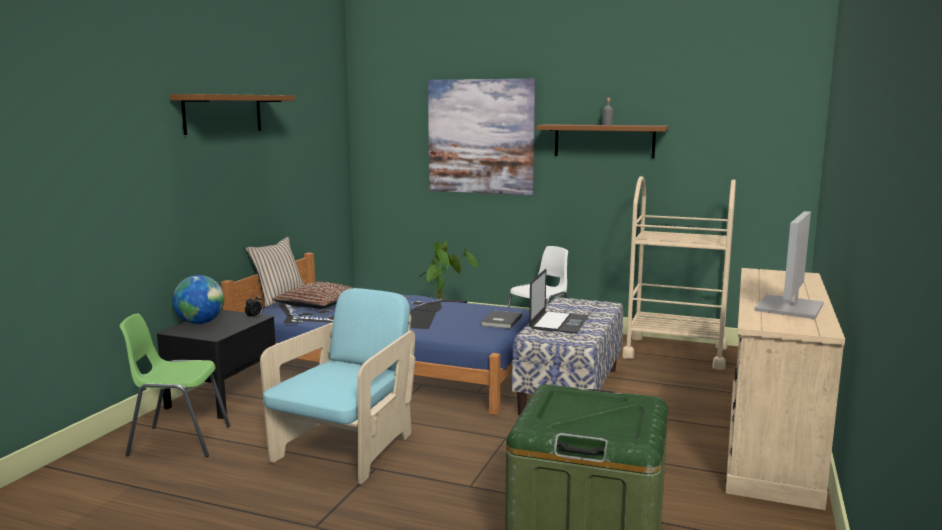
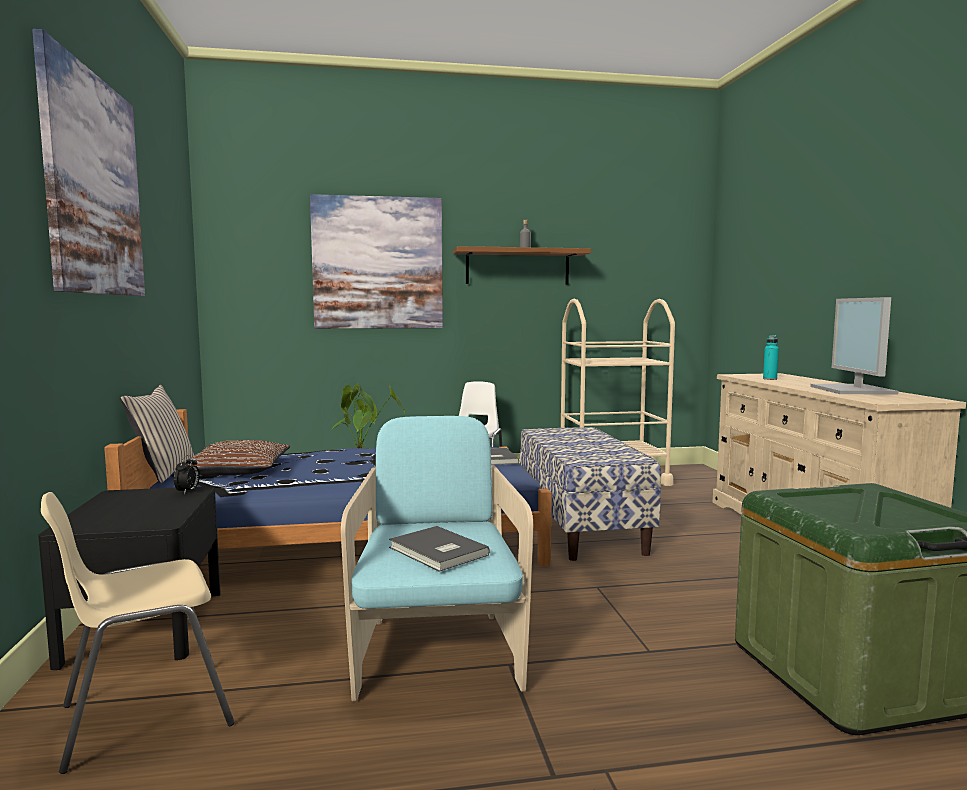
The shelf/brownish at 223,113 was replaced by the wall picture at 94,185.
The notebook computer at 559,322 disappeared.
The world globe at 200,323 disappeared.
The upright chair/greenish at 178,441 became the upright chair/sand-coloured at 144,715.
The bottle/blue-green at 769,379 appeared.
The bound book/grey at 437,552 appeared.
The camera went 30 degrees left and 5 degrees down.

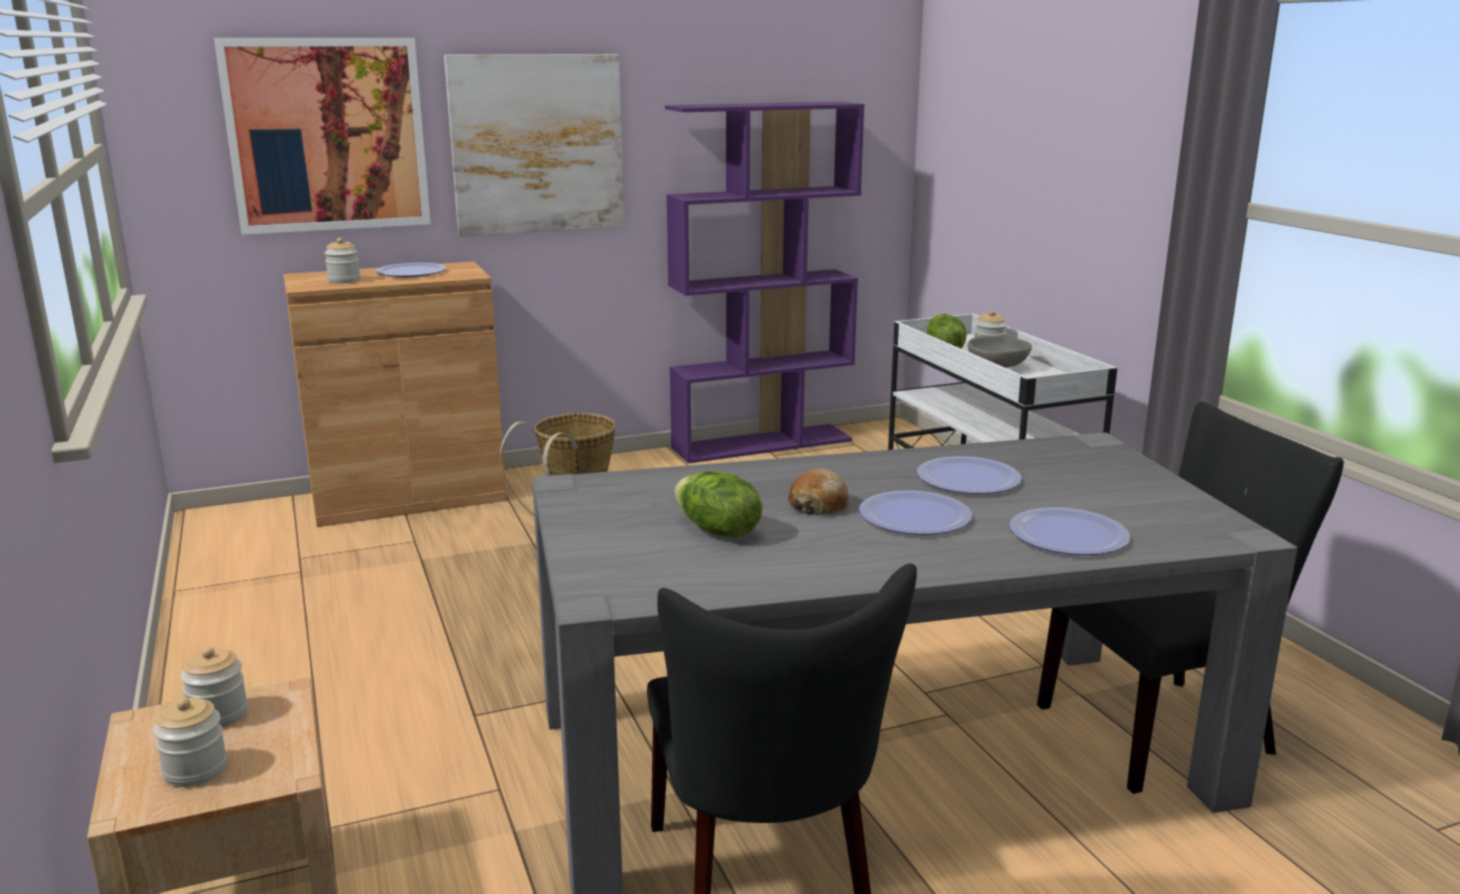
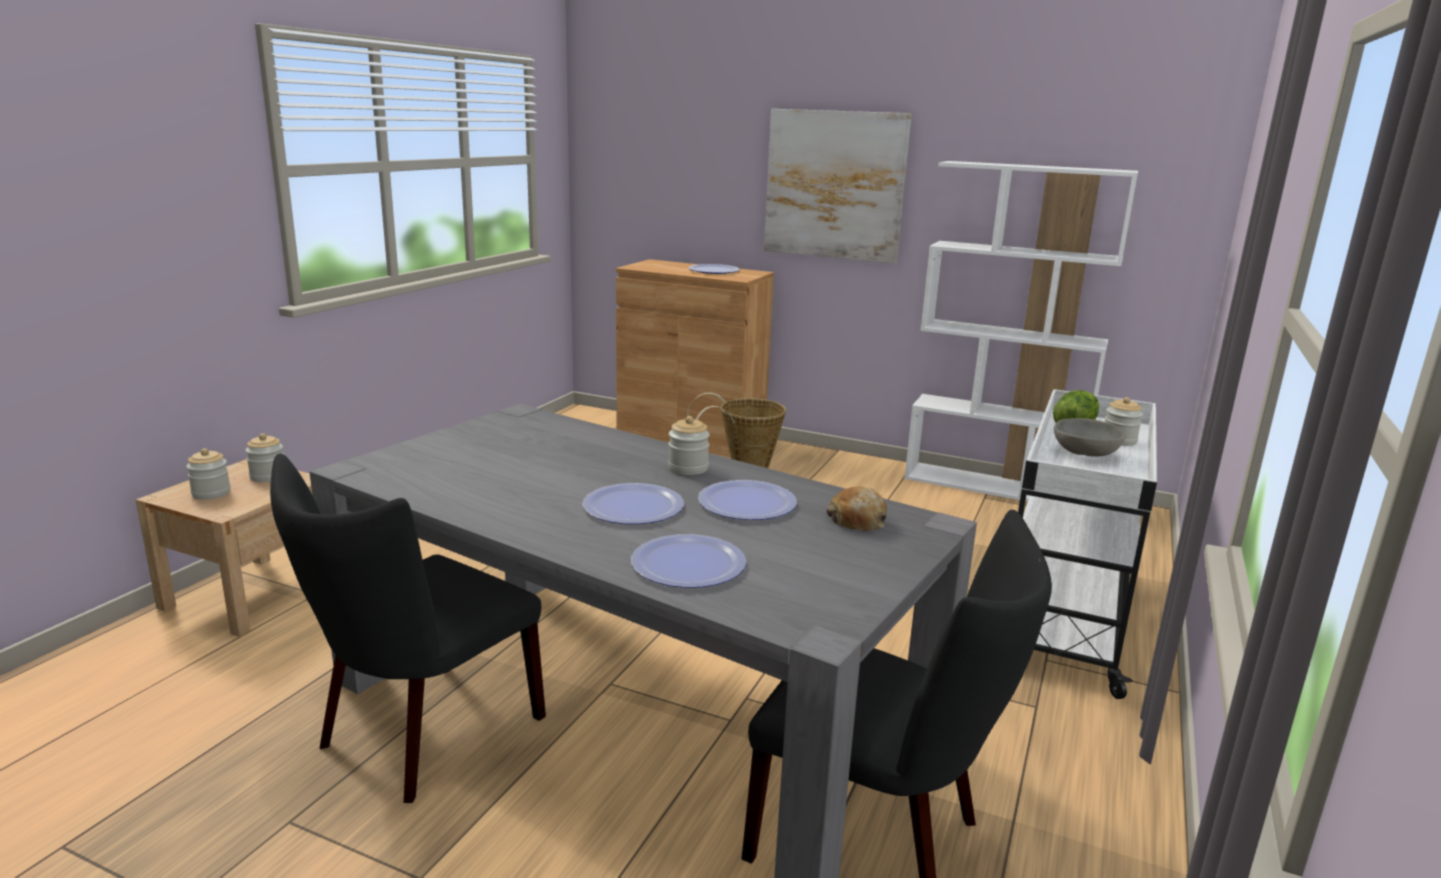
The wall picture at 327,135 disappeared.
The bookshelf/purple-coloured at 762,443 became the bookshelf/whitish at 992,486.
The storage jar moved from 344,280 to 688,468.
The bakery bread moved from 819,505 to 857,520.
The lettuce at 717,530 disappeared.
The camera went 45 degrees right and 0 degrees up.

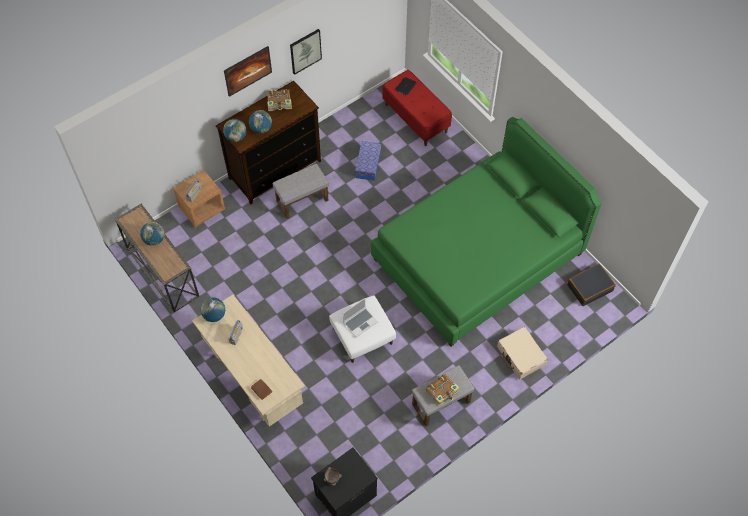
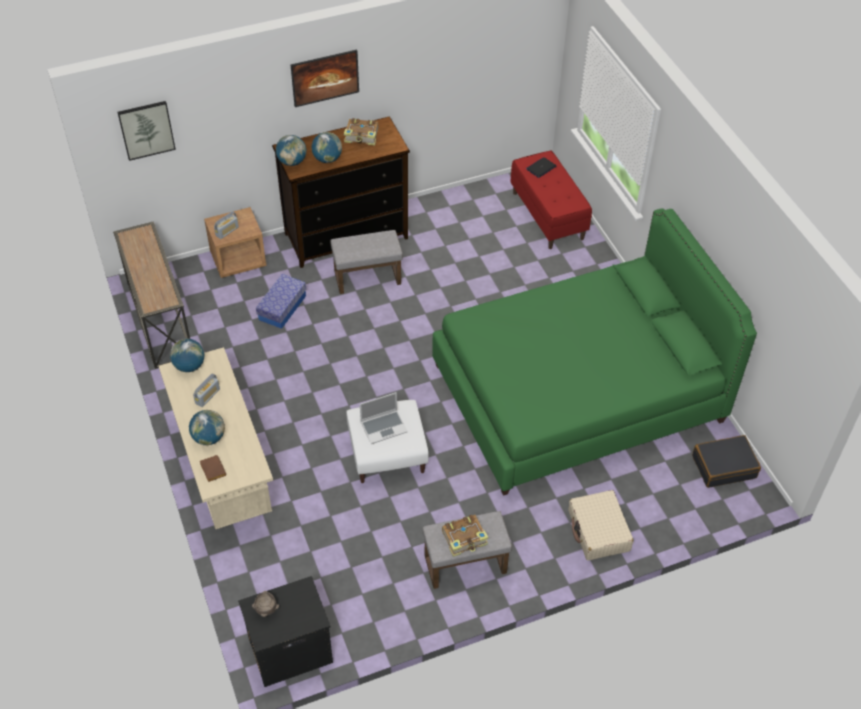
The wall picture moved from 305,51 to 146,129.
The storage container moved from 368,165 to 282,308.
The world globe moved from 154,240 to 209,438.
The camera went 15 degrees right and 10 degrees down.

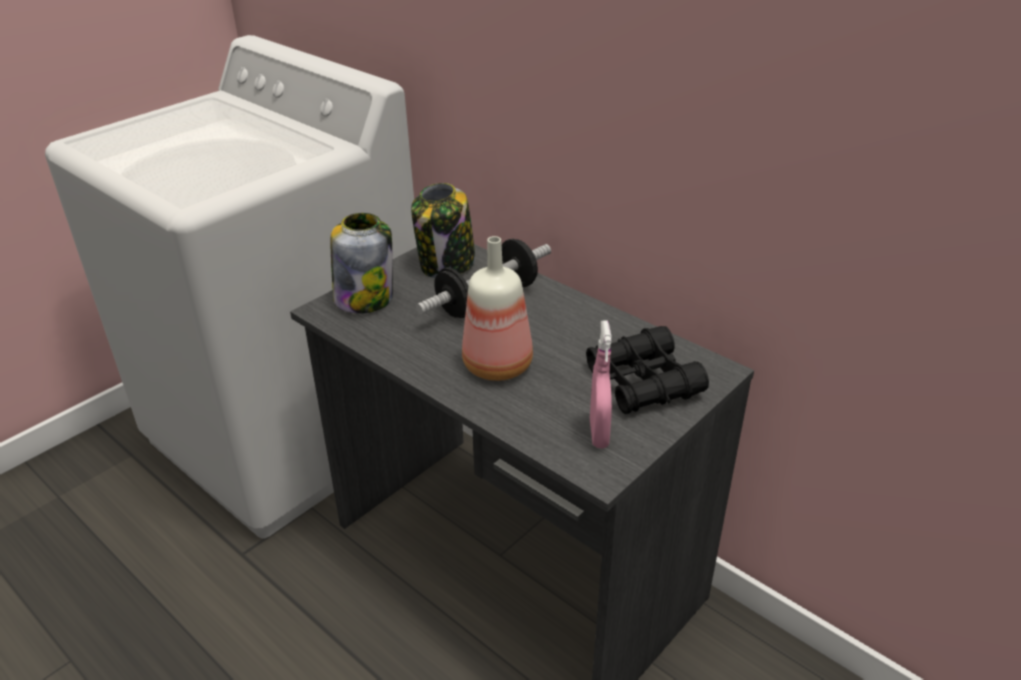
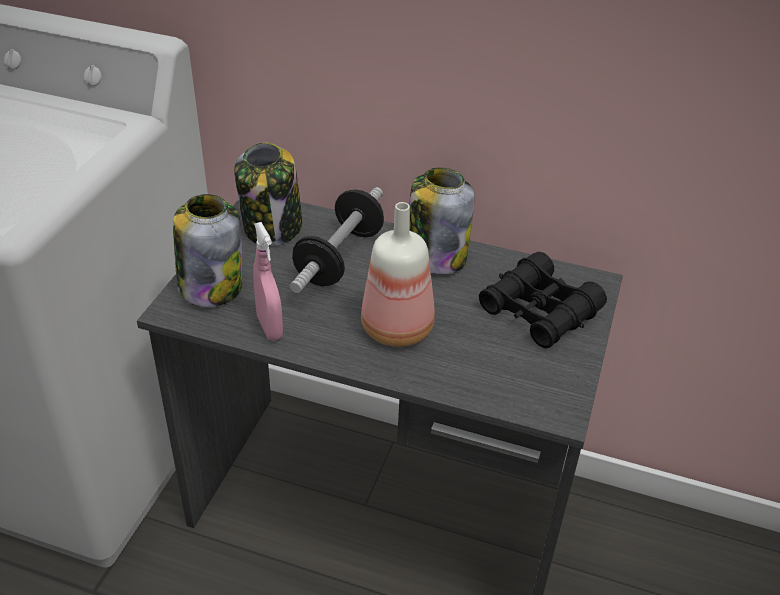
The spray bottle/pink-coloured moved from 599,434 to 269,327.
The storage jar at 435,256 appeared.
The camera went 25 degrees left and 5 degrees up.

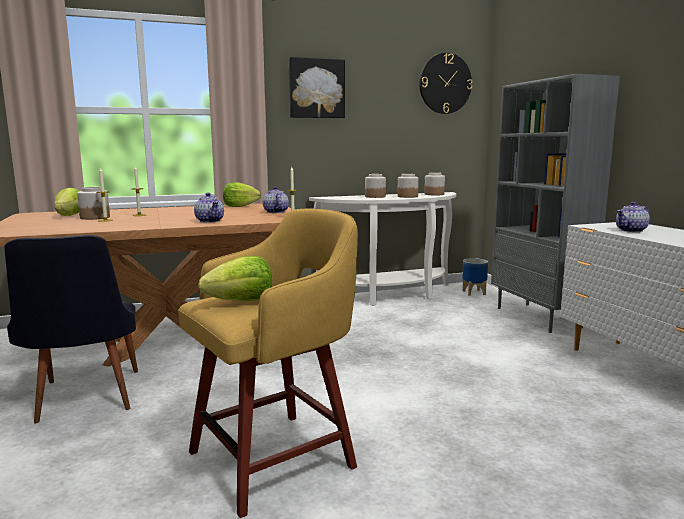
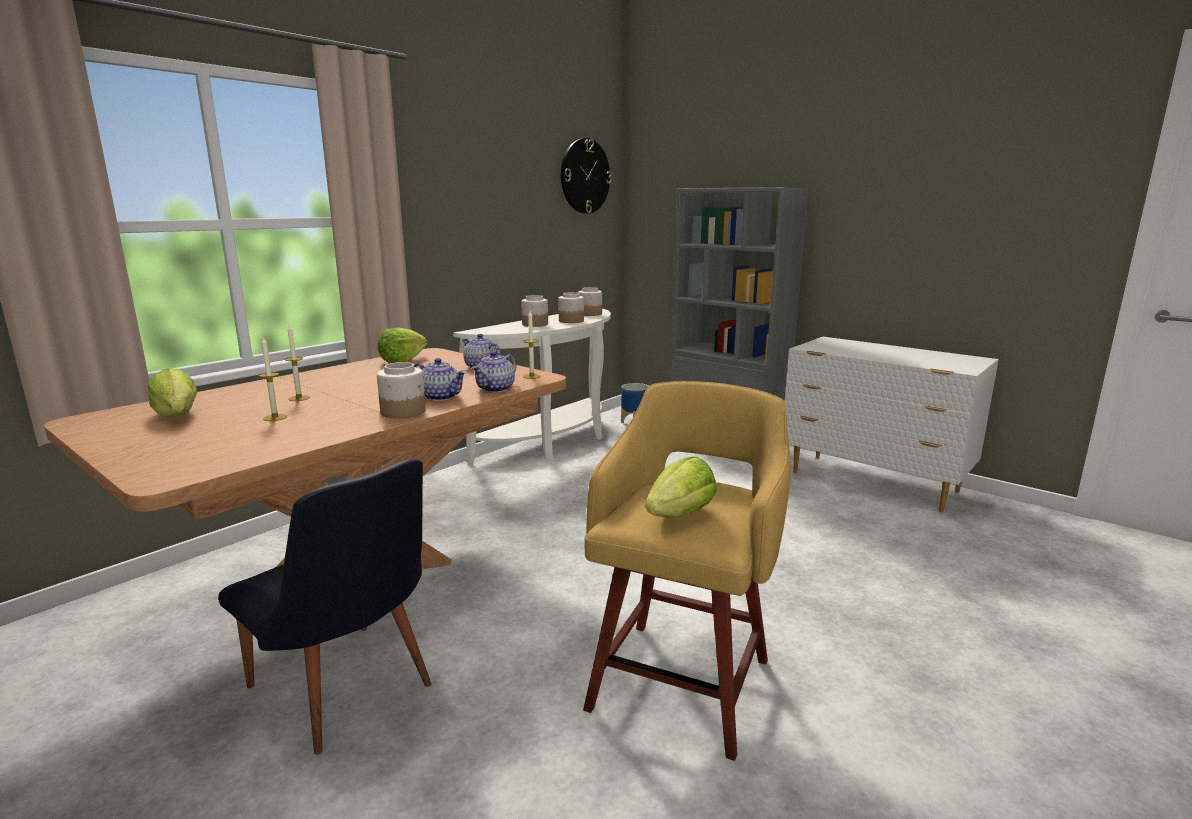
The wall picture at 316,88 disappeared.
The storage jar moved from 95,217 to 404,411.
The pot for tea moved from 631,230 to 496,389.
The camera went 30 degrees left and 5 degrees up.

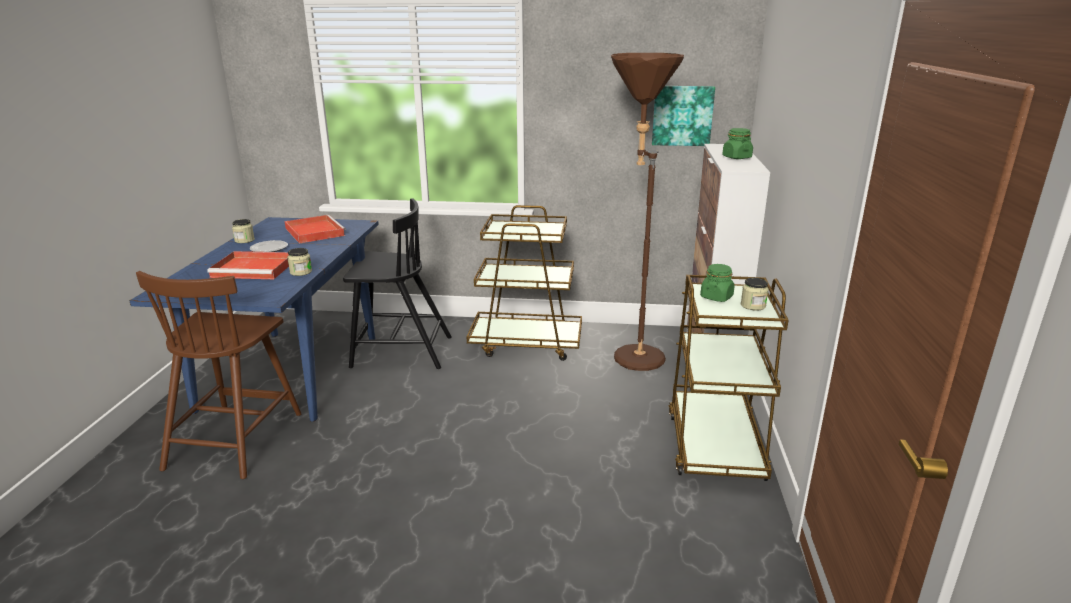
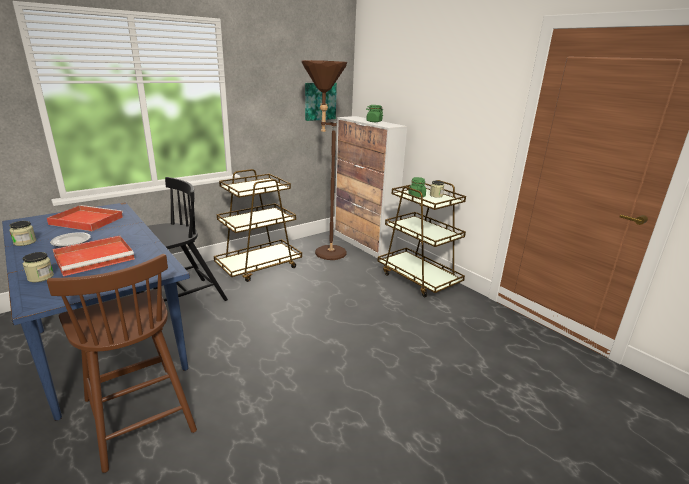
The storage jar moved from 301,272 to 40,277.
The camera went 45 degrees left and 0 degrees up.

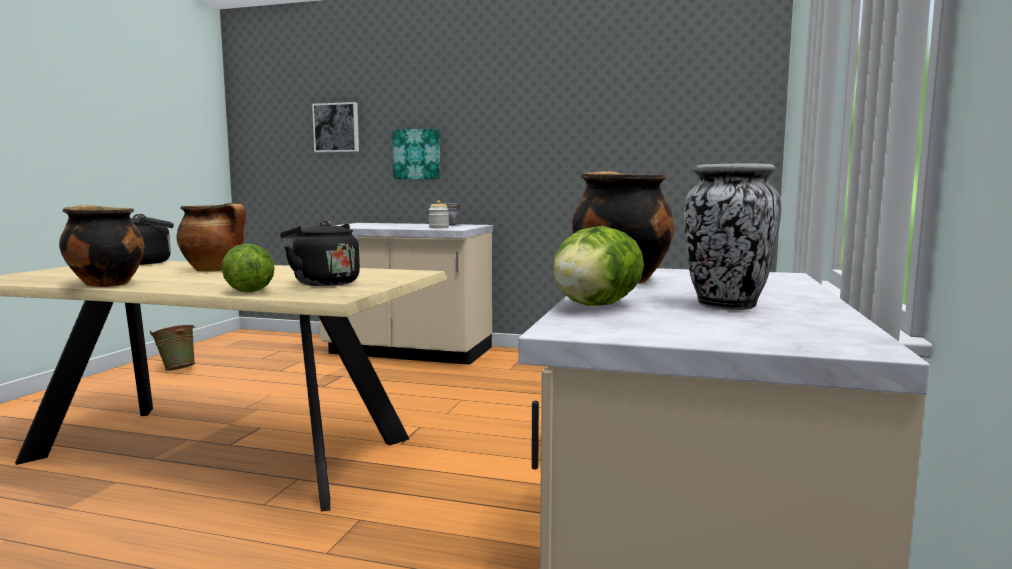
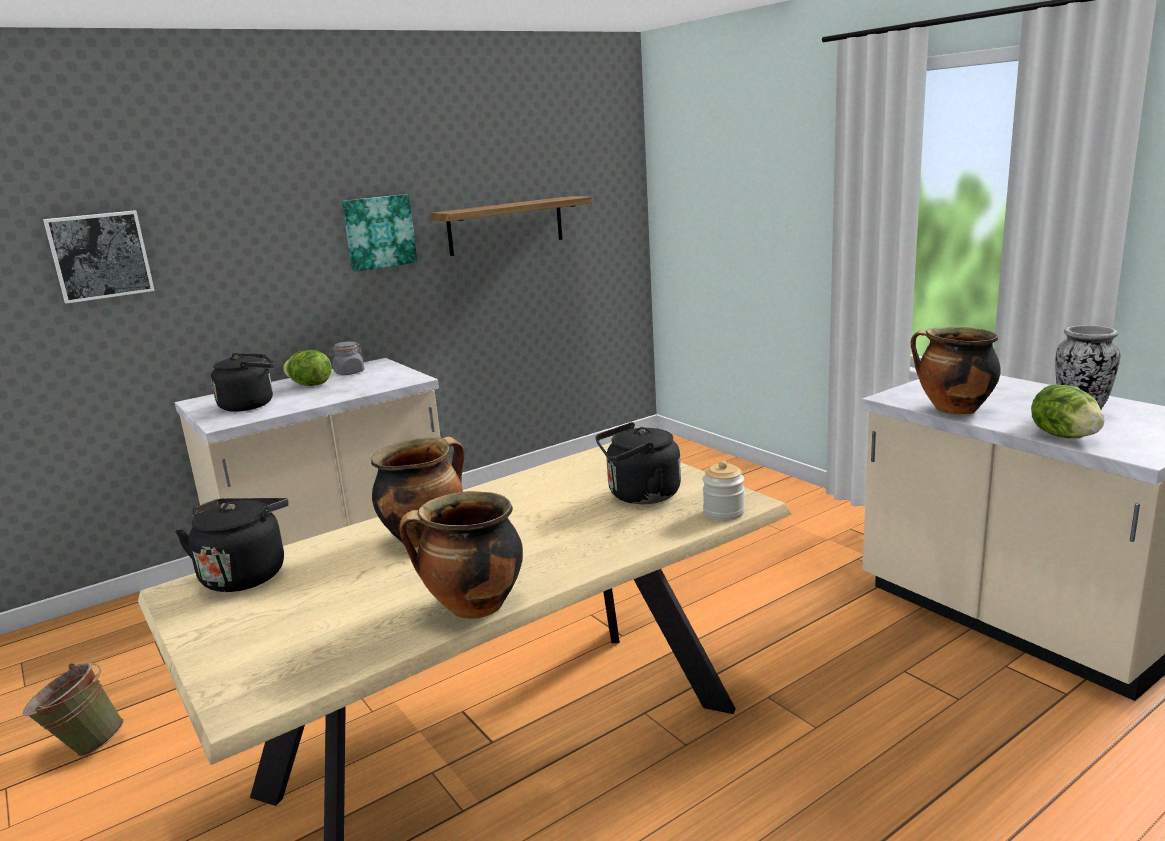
The wall picture moved from 417,154 to 379,232.
The storage jar moved from 439,228 to 723,512.
The lettuce moved from 249,291 to 310,385.
The shelf at 506,225 appeared.
The water kettle/black-coloured at 250,405 appeared.
The camera went 50 degrees left and 10 degrees up.

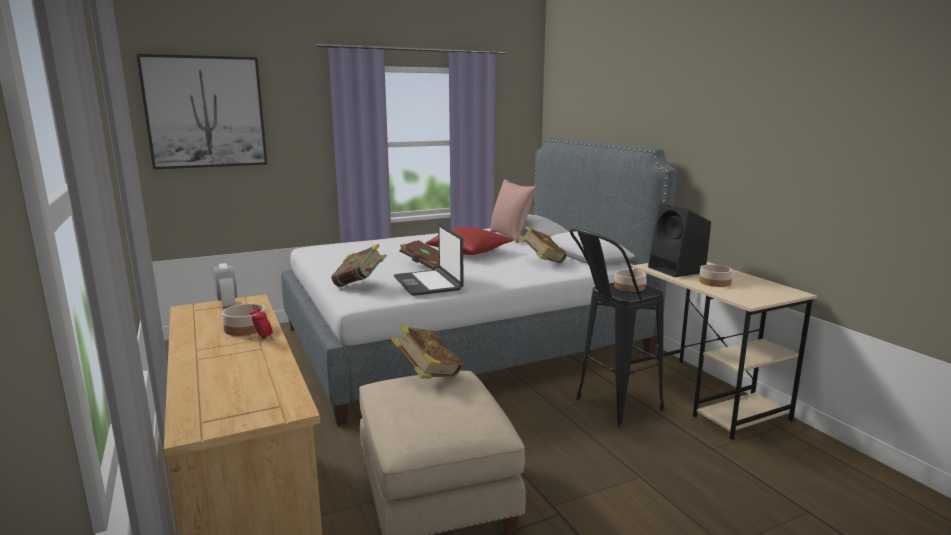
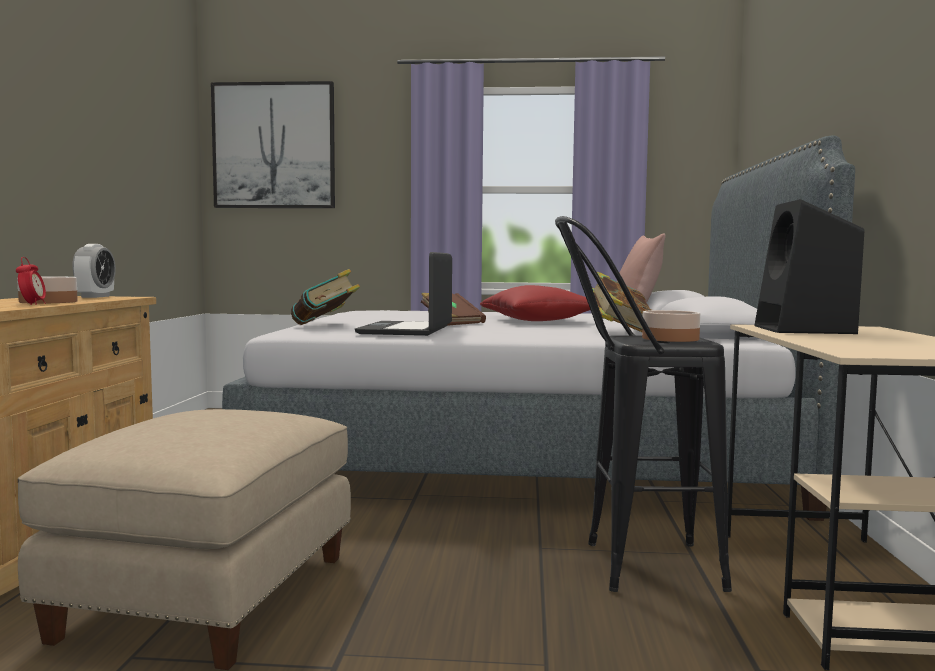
The bowl at 715,282 disappeared.
The bound book at 427,375 disappeared.
The camera went 30 degrees right and 10 degrees down.

